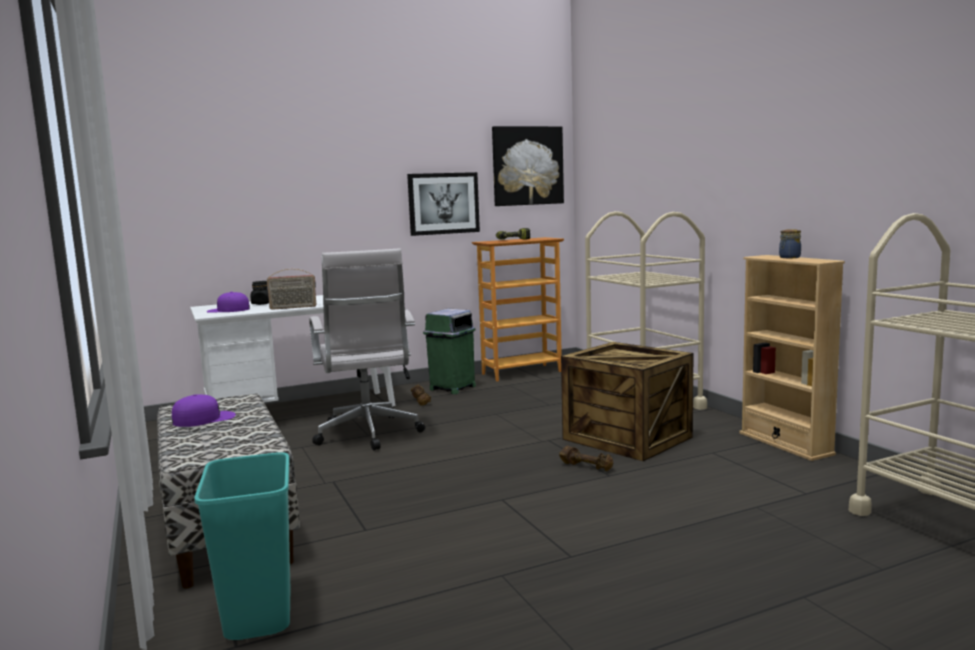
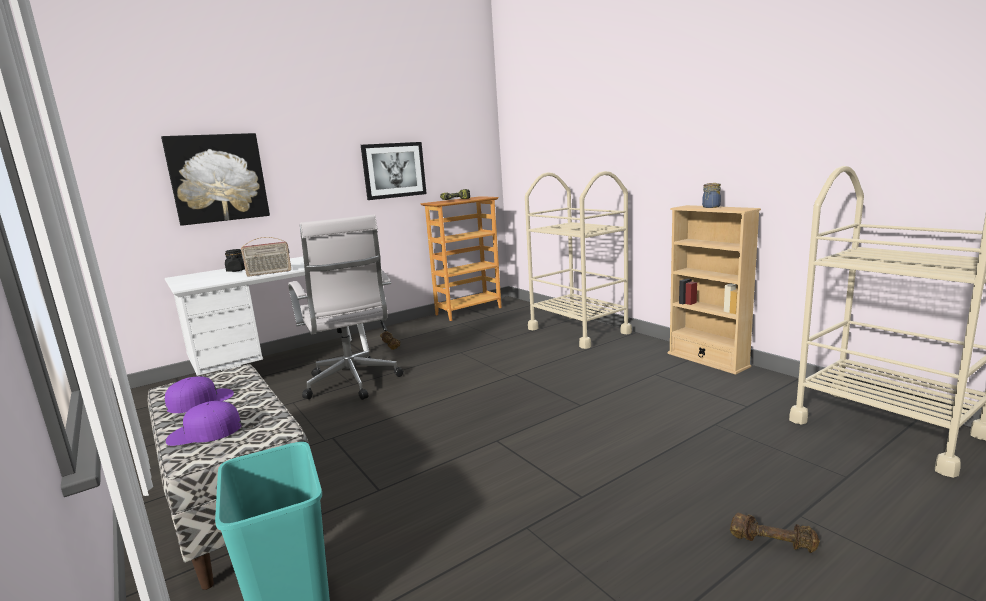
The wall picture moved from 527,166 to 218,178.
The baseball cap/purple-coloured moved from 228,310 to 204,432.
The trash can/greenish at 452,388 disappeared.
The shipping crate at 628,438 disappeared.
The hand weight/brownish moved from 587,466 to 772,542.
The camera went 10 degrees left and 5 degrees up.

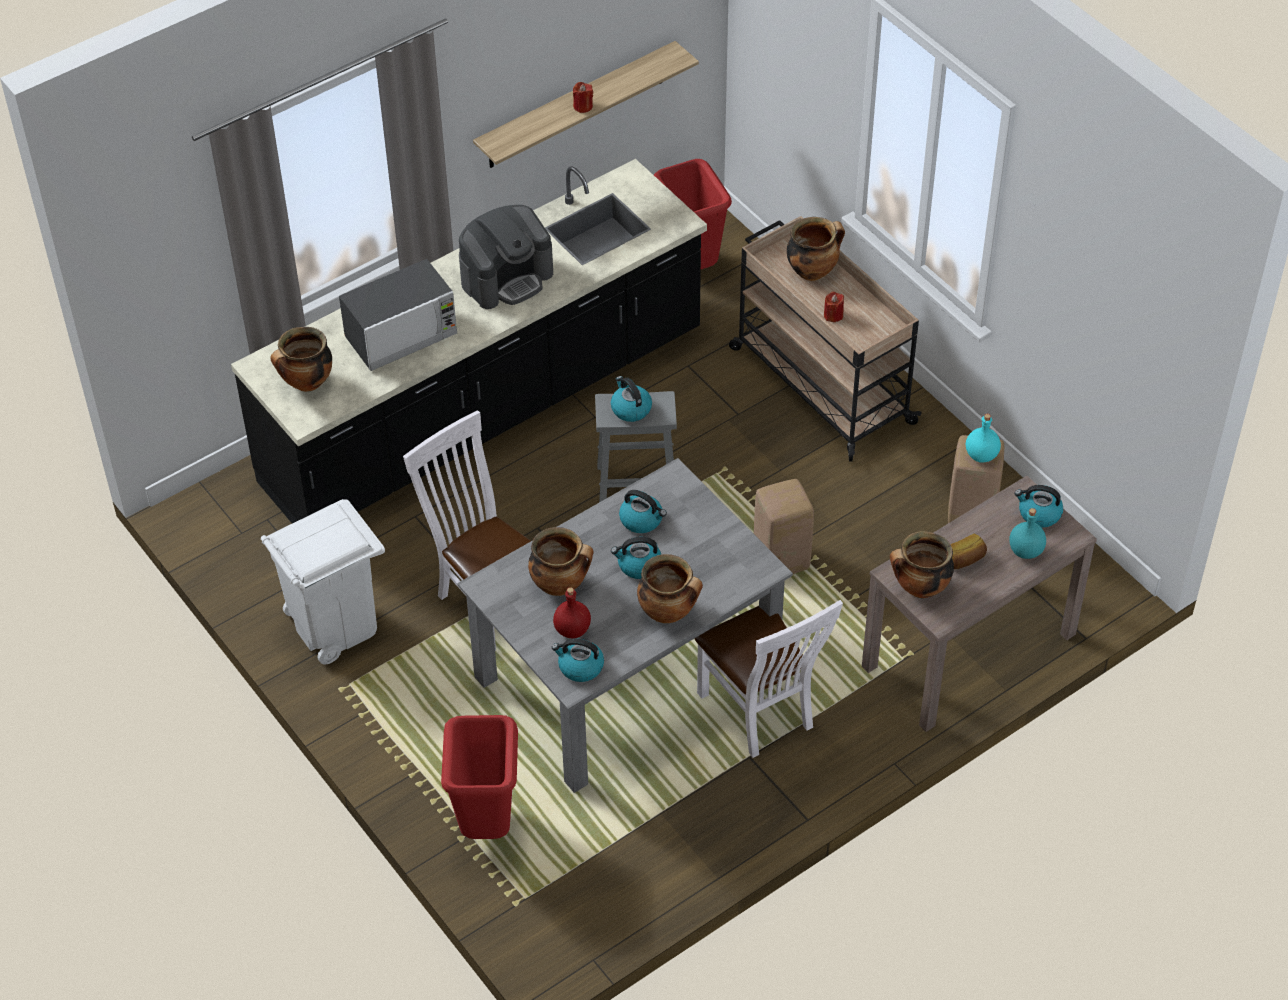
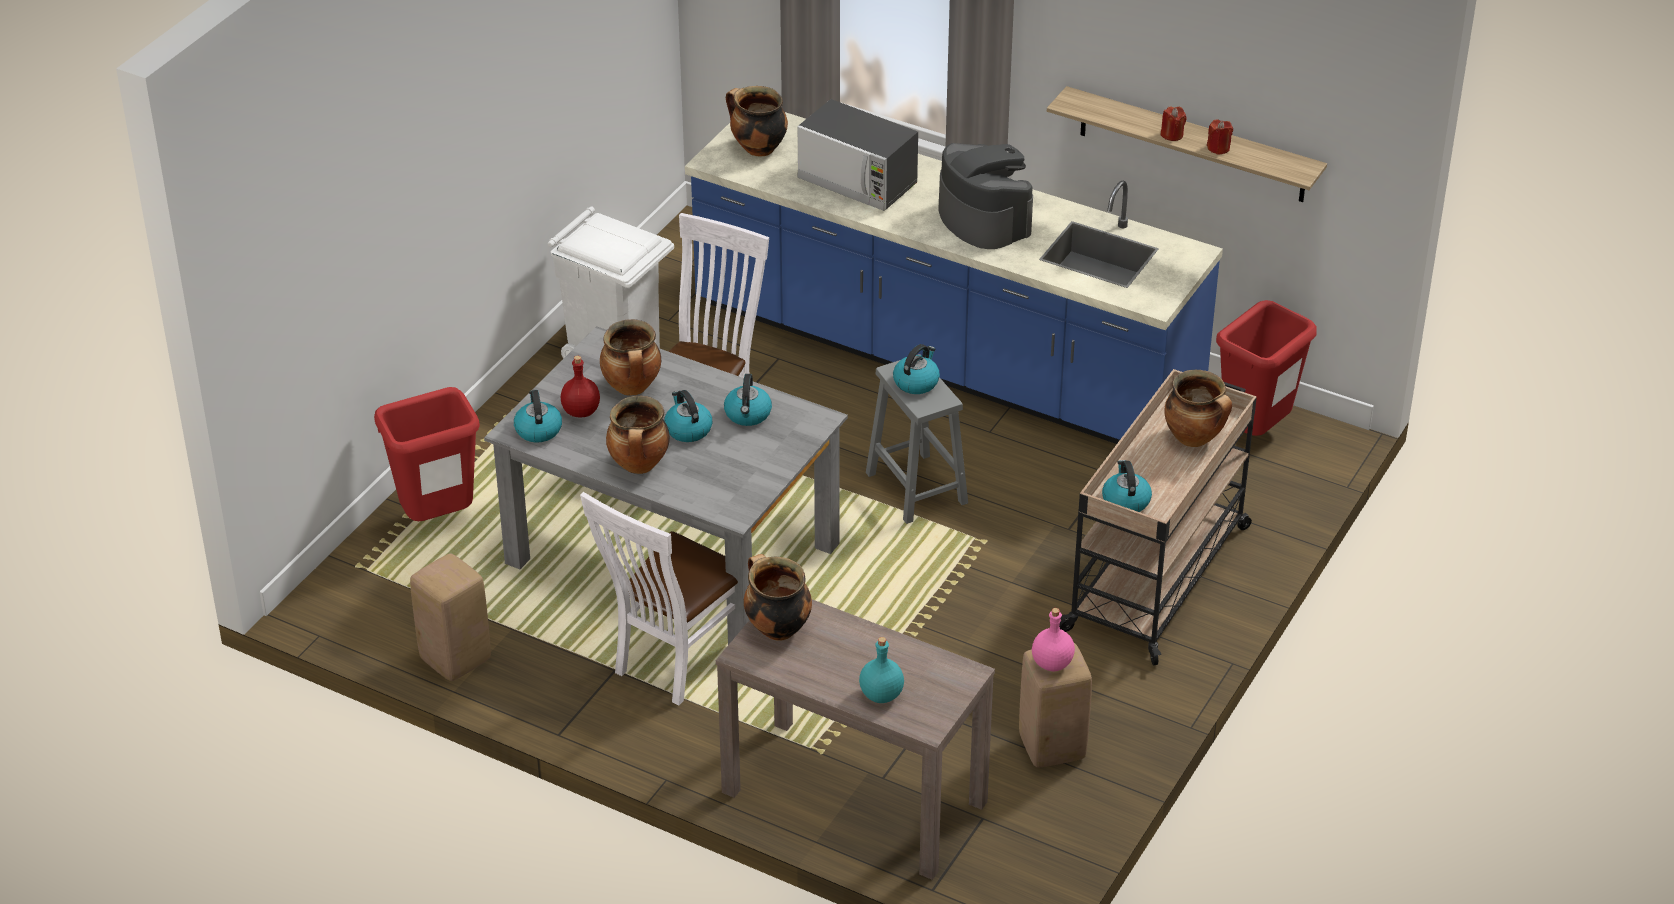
The kitchen base unit/black-coloured at 484,410 became the kitchen base unit/blue-coloured at 944,357.
The coffee machine at 507,277 turned 150 degrees counterclockwise.
The wax light/red-coloured moved from 833,315 to 1218,148.
The bottle/blue-green at 981,456 became the bottle/pink-coloured at 1051,664.
The stool seat/sand-coloured moved from 781,561 to 454,659.
The water kettle moved from 1038,514 to 1125,501.
The bakery bread at 965,559 disappeared.
The camera went 65 degrees right and 10 degrees down.

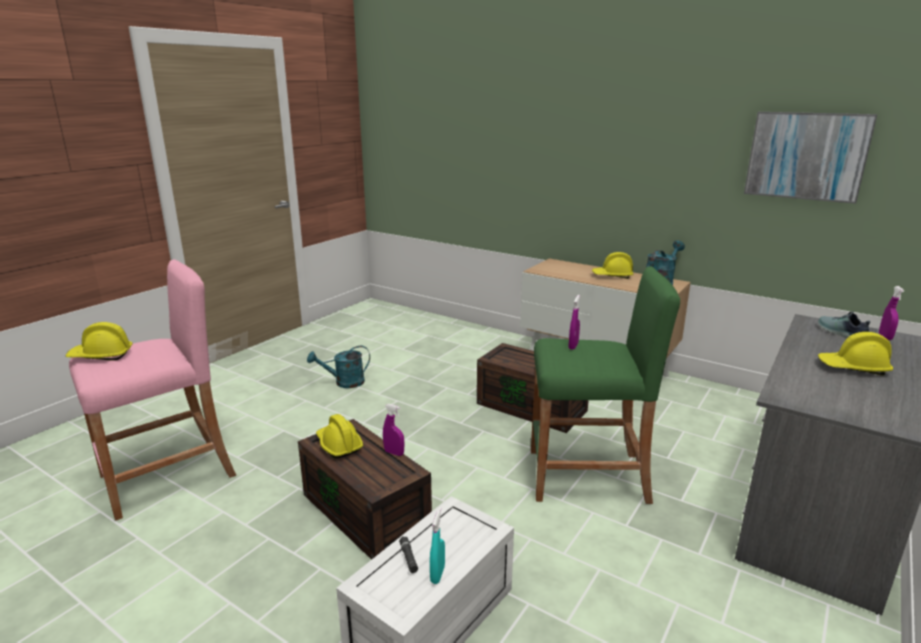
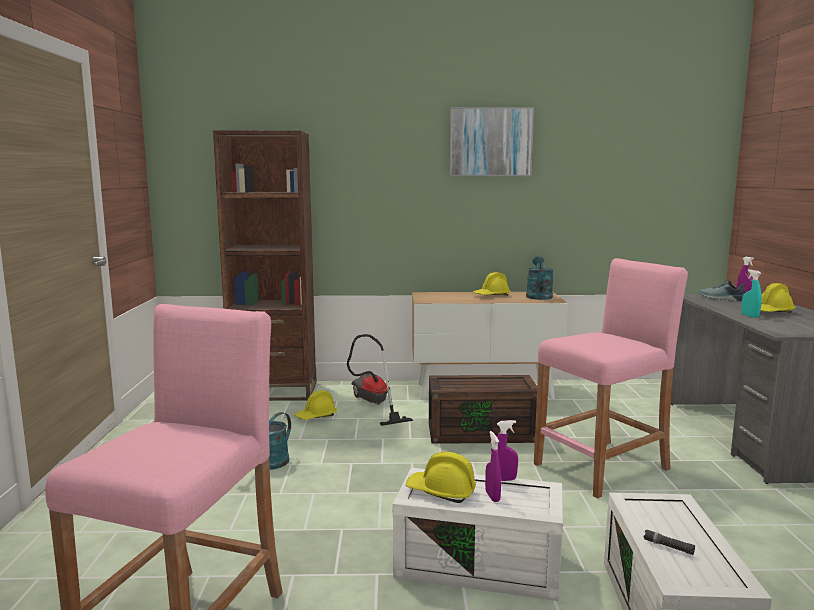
The wall picture moved from 806,156 to 490,142.
The stool seat/greenish at 587,476 became the stool seat/pink-coloured at 602,467.
The spray bottle/purple-coloured moved from 573,346 to 492,496.
The work helmet/yellow moved from 101,356 to 316,416.
The storage container/brownish at 368,511 became the storage container/whitish at 481,563.
The spray bottle/blue-green moved from 437,574 to 749,316.
The bookshelf/brownish at 274,391 appeared.
The vacuum at 373,404 appeared.
The camera went 35 degrees left and 10 degrees down.

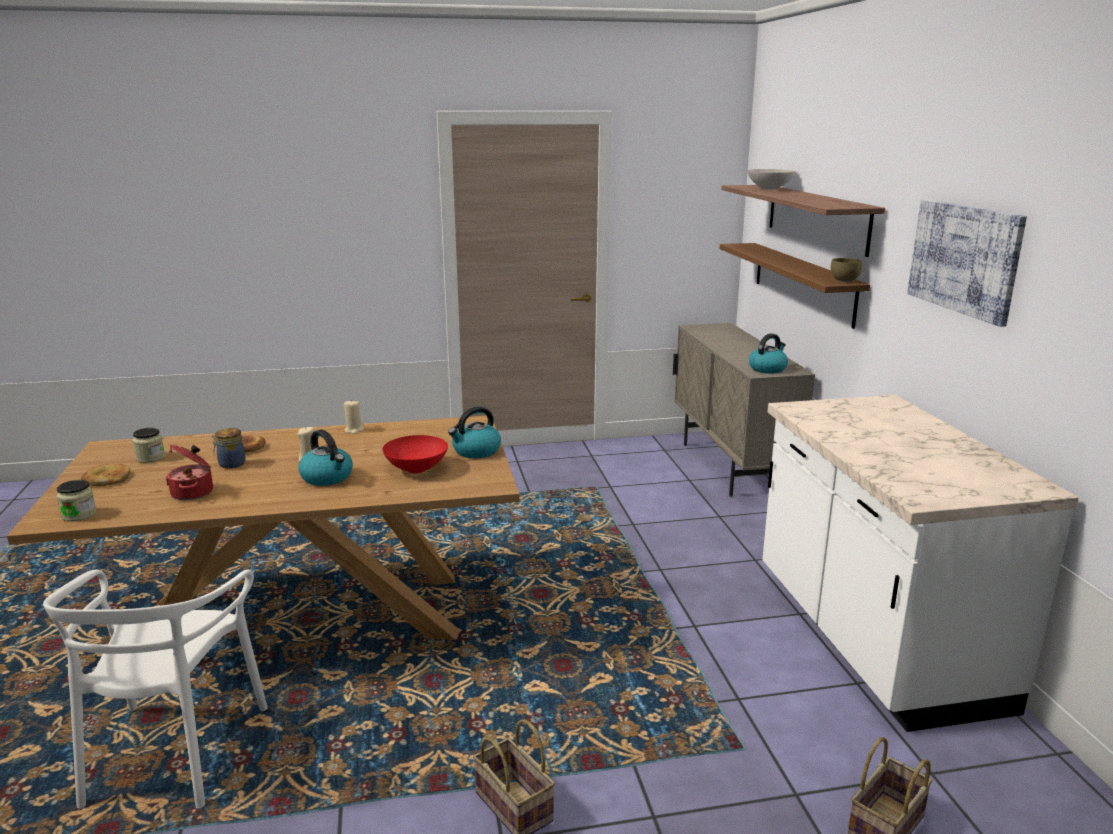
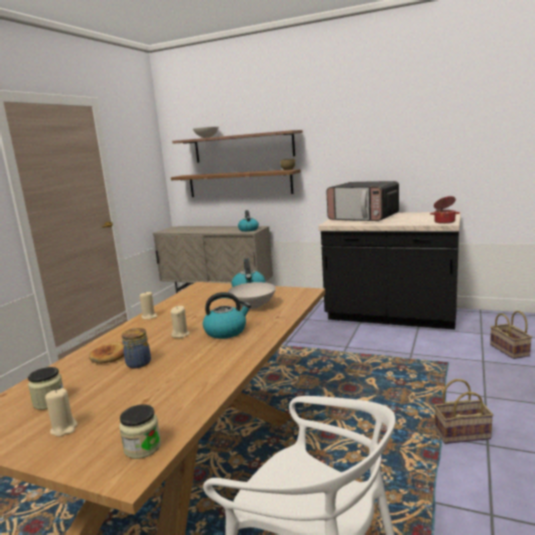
The wall picture at 964,258 disappeared.
The kitchen base unit/whitish at 872,639 became the kitchen base unit/black-coloured at 391,316.
The bowl/red-coloured at 415,469 became the bowl/whitish at 253,306.
The cooking pot moved from 193,492 to 444,222.
The bakery bread at 107,478 was replaced by the wax light/sand-coloured at 64,428.
The microwave oven at 364,218 appeared.
The camera went 55 degrees left and 5 degrees down.

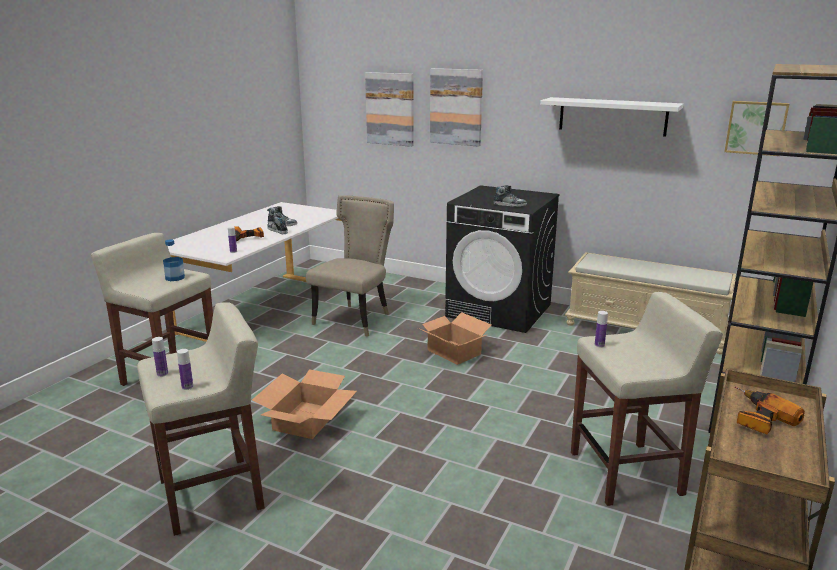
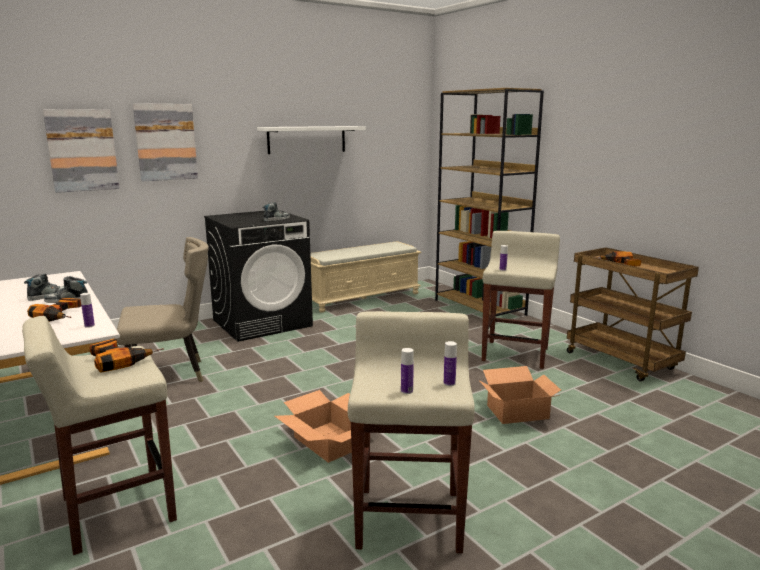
The wall picture at 756,127 disappeared.
The upright chair/sand-coloured at 356,319 turned 105 degrees clockwise.
The bottle at 175,278 was replaced by the electric drill at 121,360.
The cardboard box moved from 454,352 to 518,412.
The camera went 60 degrees left and 5 degrees down.

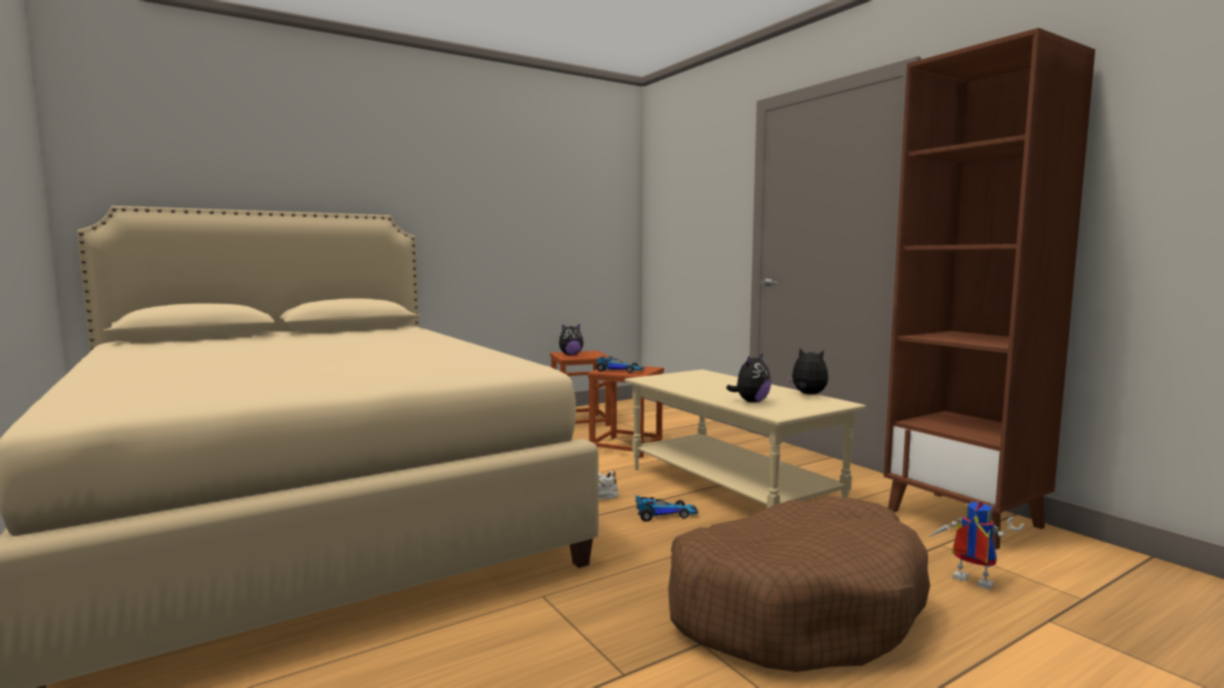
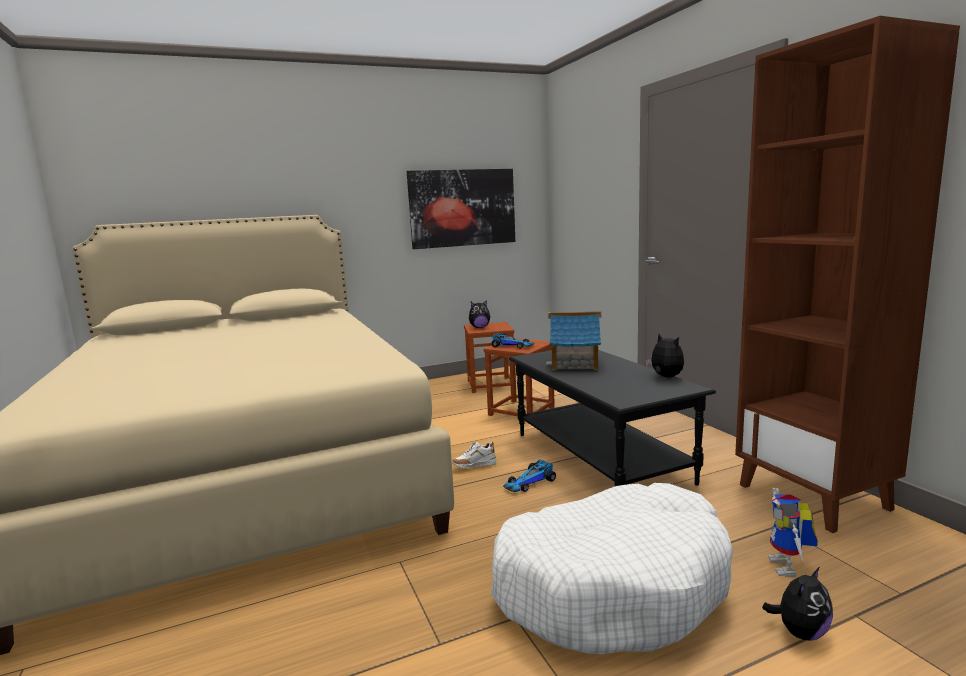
The plush toy moved from 751,402 to 800,632.
The lounge table/sand-coloured at 729,488 became the lounge table/black-coloured at 598,457.
The toy car at 663,514 turned 135 degrees clockwise.
The dog cushion/brownish at 794,607 became the dog cushion/whitish at 612,585.
The model robot at 967,582 turned 135 degrees counterclockwise.
The wall picture at 462,208 appeared.
The model house at 575,364 appeared.
The camera went 10 degrees right and 5 degrees up.

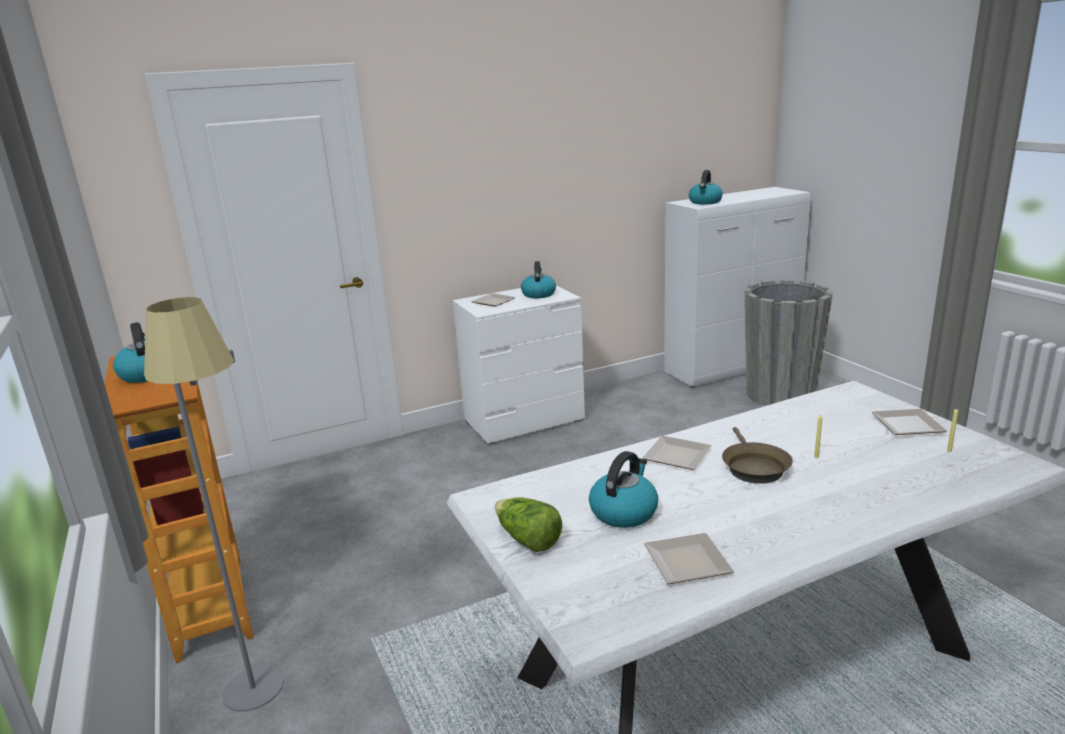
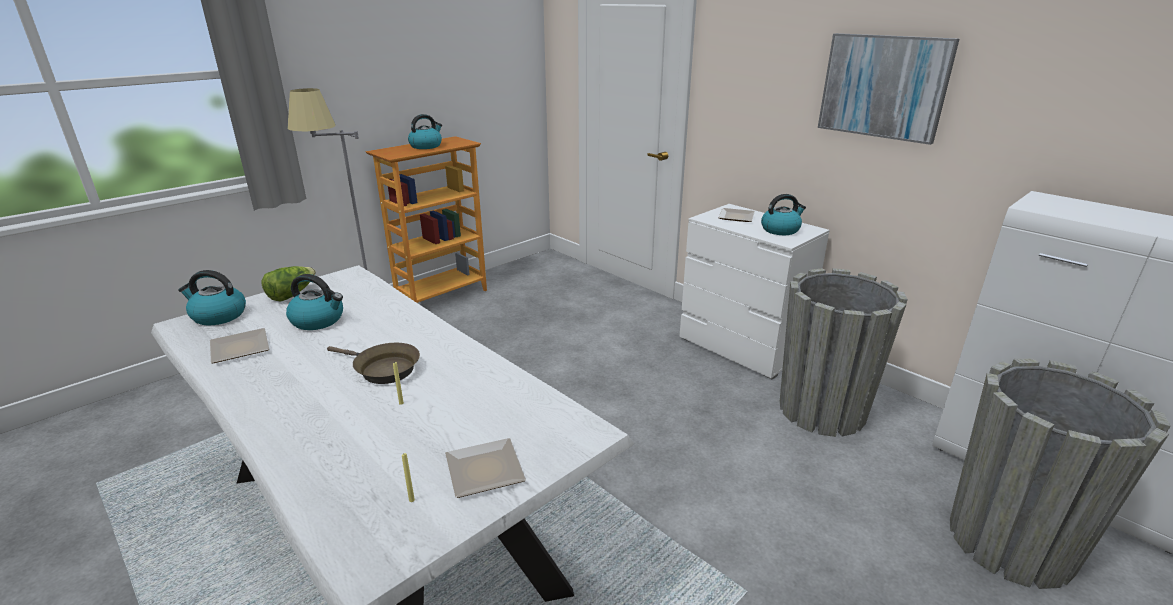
The water kettle moved from 705,202 to 218,316.
The skillet/brownish at 753,467 turned 135 degrees counterclockwise.
The flat dish at 676,455 disappeared.
The wall picture at 883,86 appeared.
The flower pot/grey at 822,410 appeared.
The camera went 70 degrees right and 5 degrees up.

